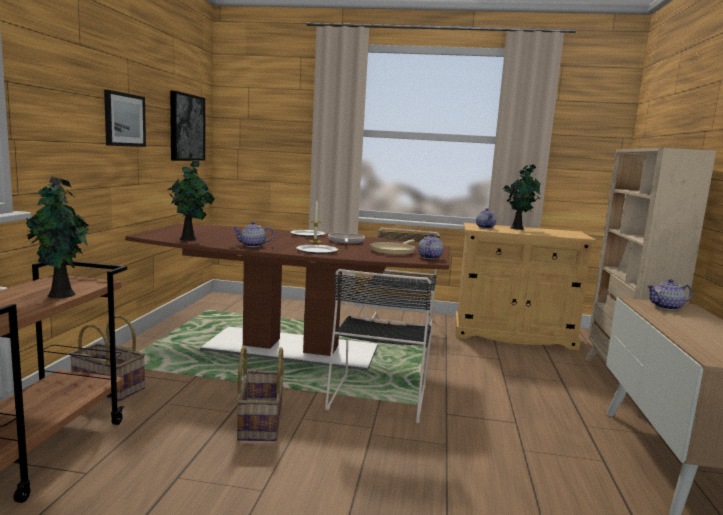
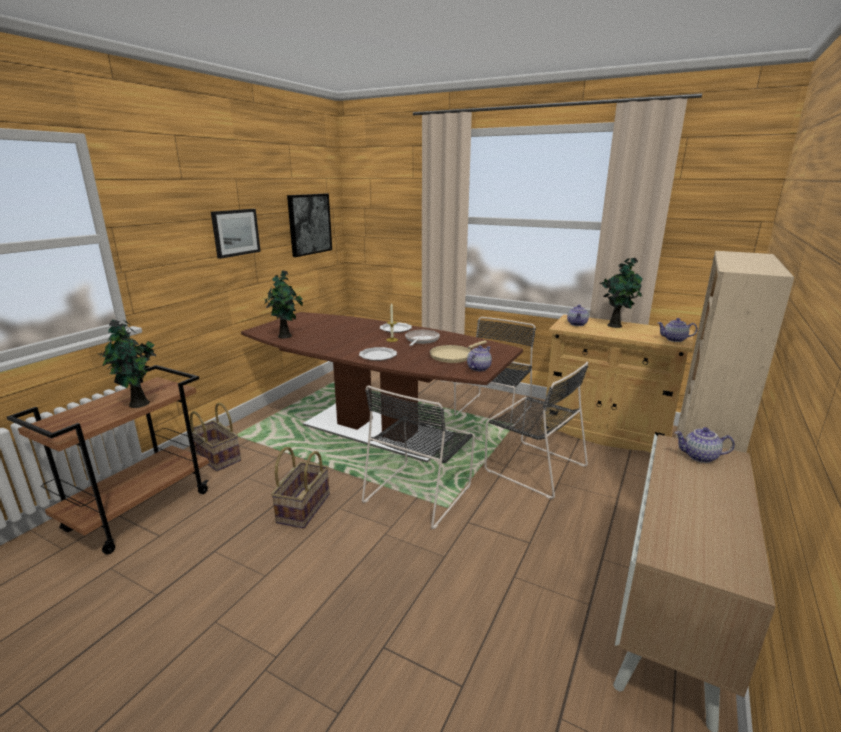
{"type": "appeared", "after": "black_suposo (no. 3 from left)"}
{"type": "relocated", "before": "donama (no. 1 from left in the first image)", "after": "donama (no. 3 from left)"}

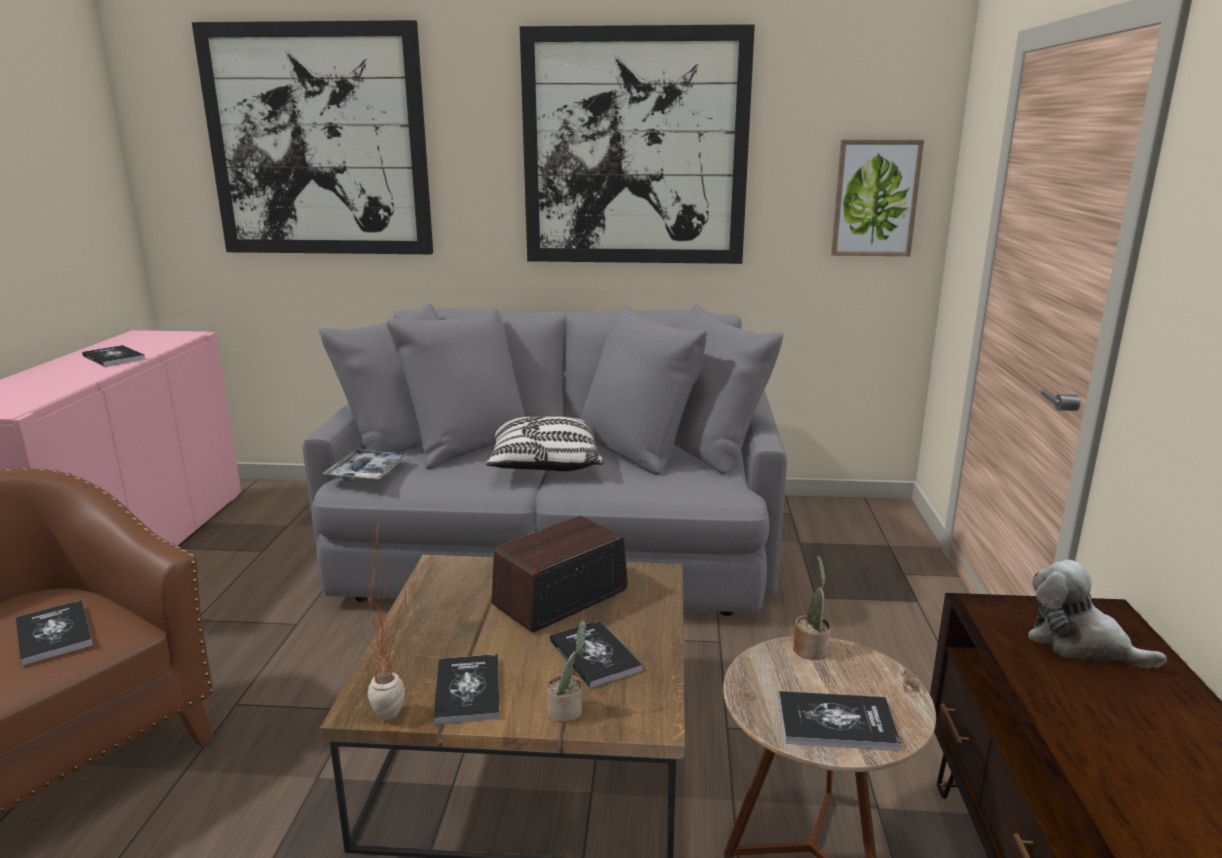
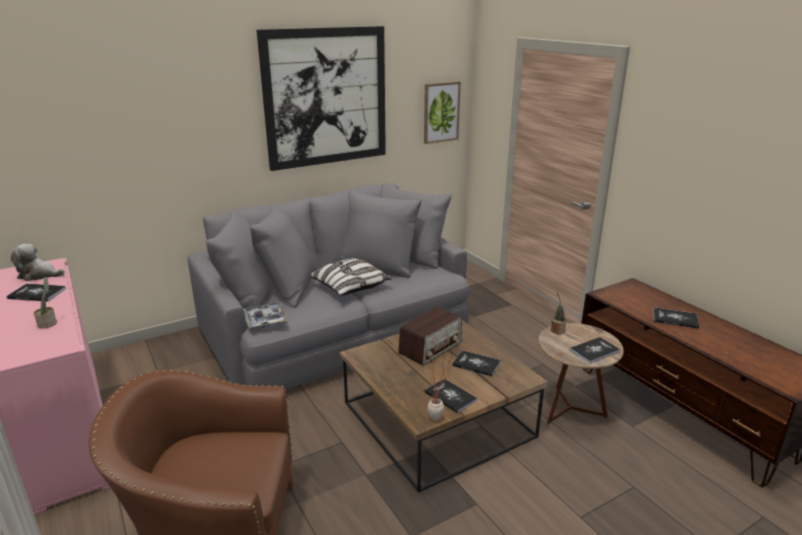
{"type": "relocated", "before": "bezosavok"}
{"type": "relocated", "before": "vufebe (no. 2 from left in the first image)", "after": "vufebe (no. 1 from left)"}
{"type": "spun", "before": "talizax", "turn": -150}
{"type": "relocated", "before": "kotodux (no. 1 from left in the first image)", "after": "kotodux (no. 5 from left)"}
{"type": "missing", "before": "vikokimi (no. 1 from left)"}

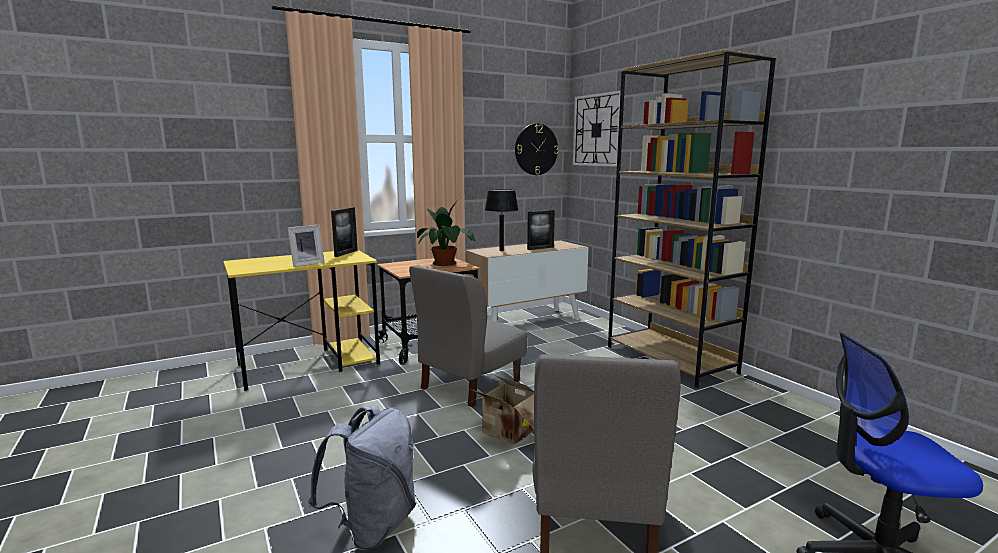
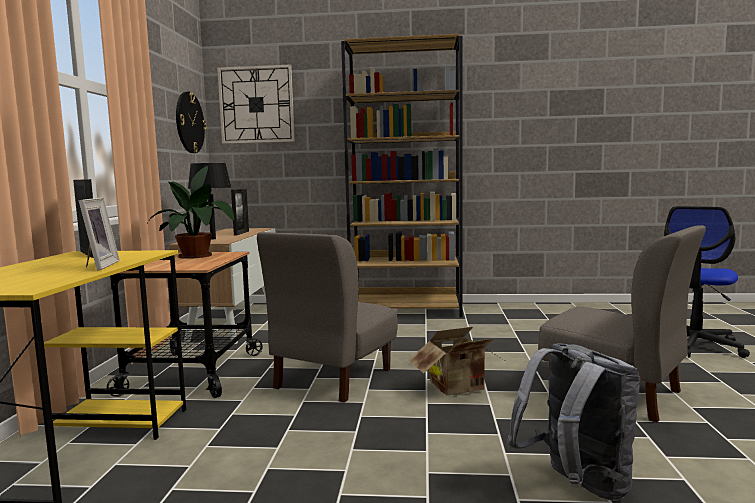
{"type": "spun", "before": "grey_suposo (no. 1 from left)", "turn": 45}

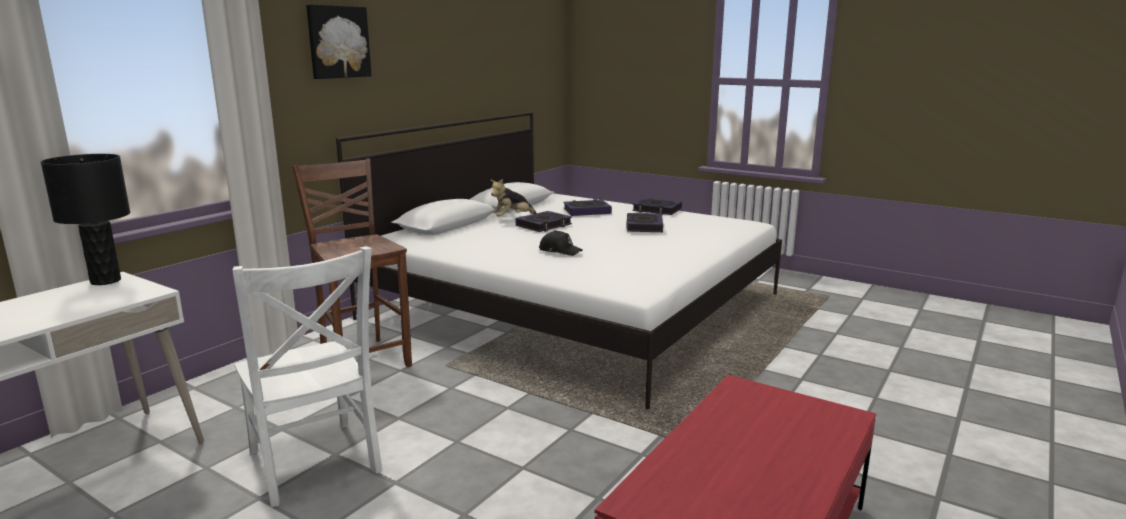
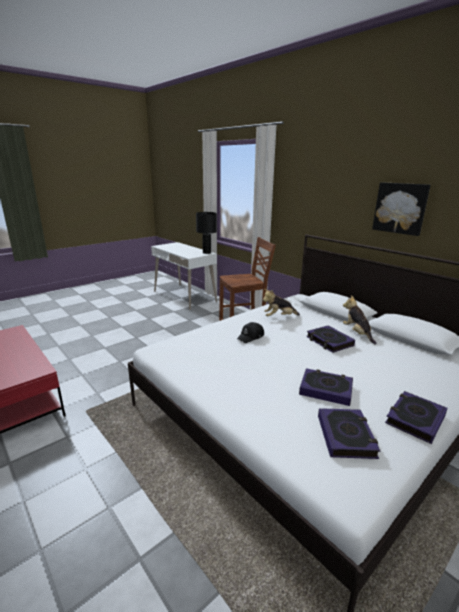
{"type": "appeared", "after": "bezosavok (no. 1 from left)"}
{"type": "relocated", "before": "kotodux (no. 2 from left in the first image)", "after": "kotodux (no. 3 from left)"}
{"type": "relocated", "before": "vikokimi"}
{"type": "missing", "before": "white_suposo"}

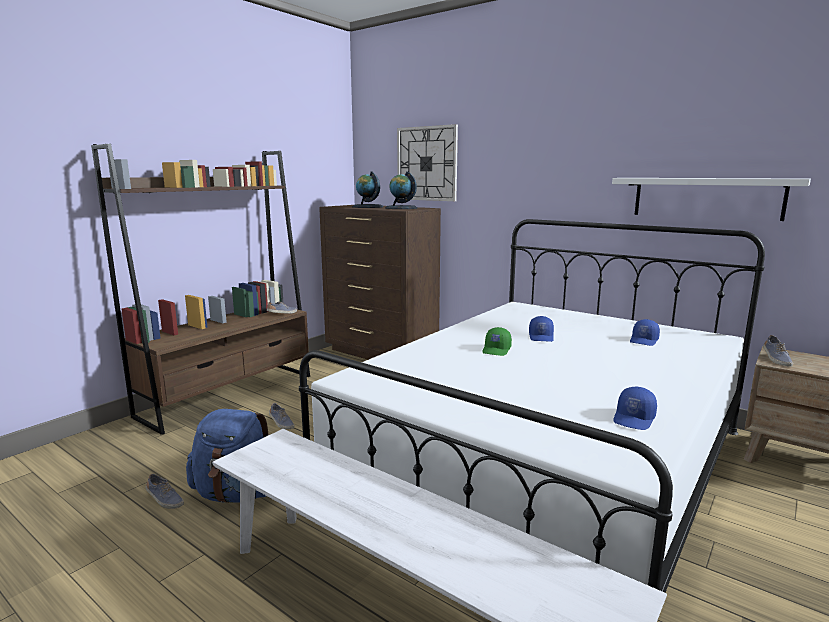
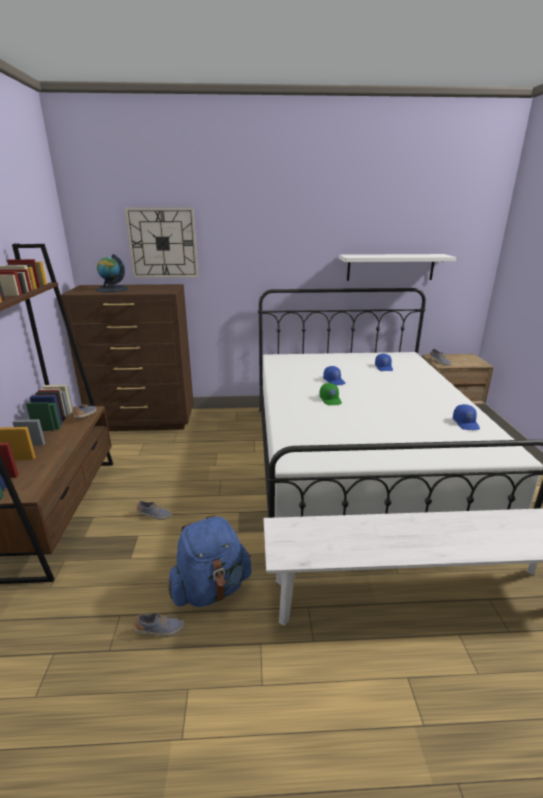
{"type": "missing", "before": "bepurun (no. 2 from left)"}

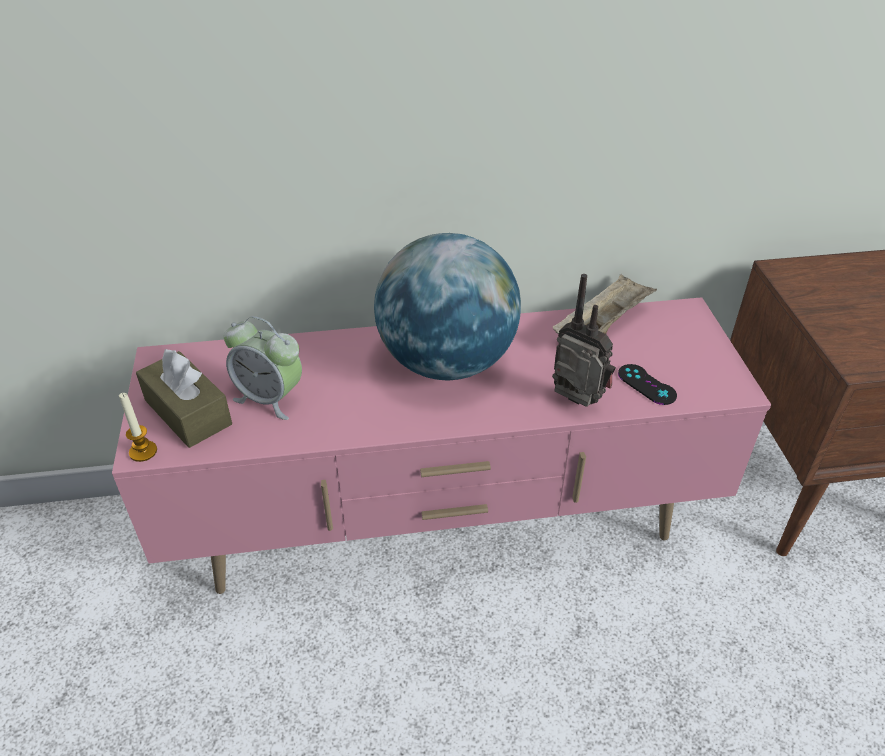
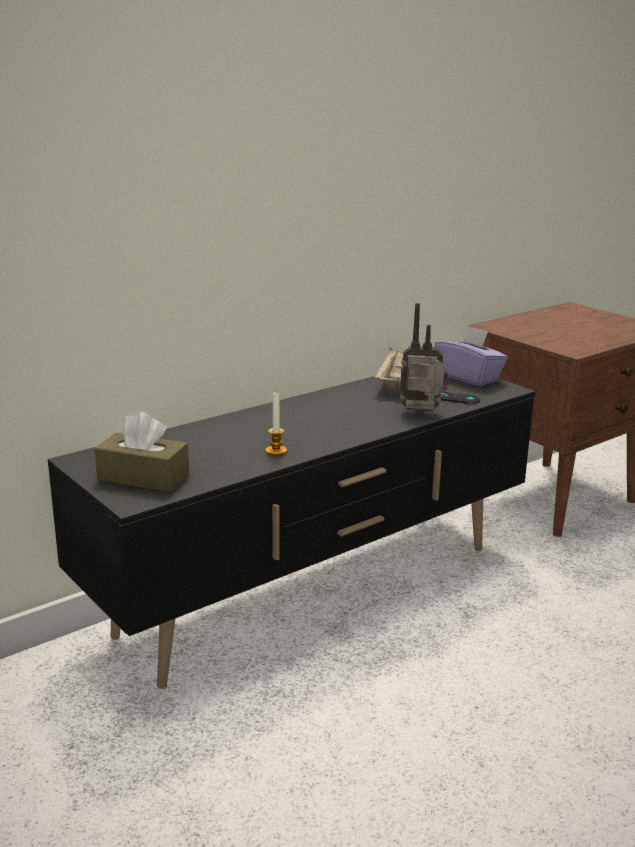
{"type": "colour", "before": "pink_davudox", "after": "black_davudox"}
{"type": "relocated", "before": "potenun"}
{"type": "appeared", "after": "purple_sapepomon"}
{"type": "missing", "before": "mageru"}
{"type": "missing", "before": "bepurun"}

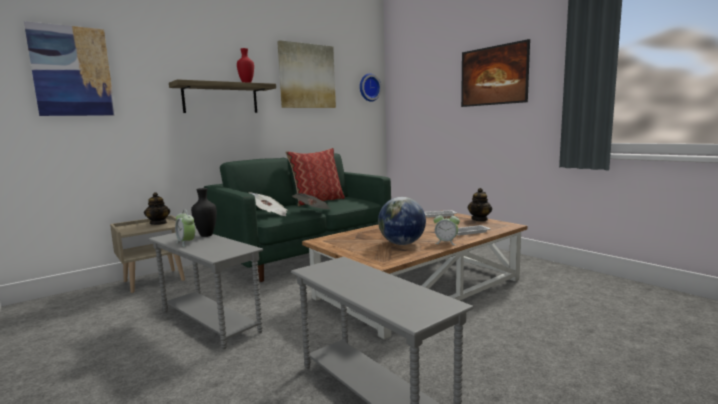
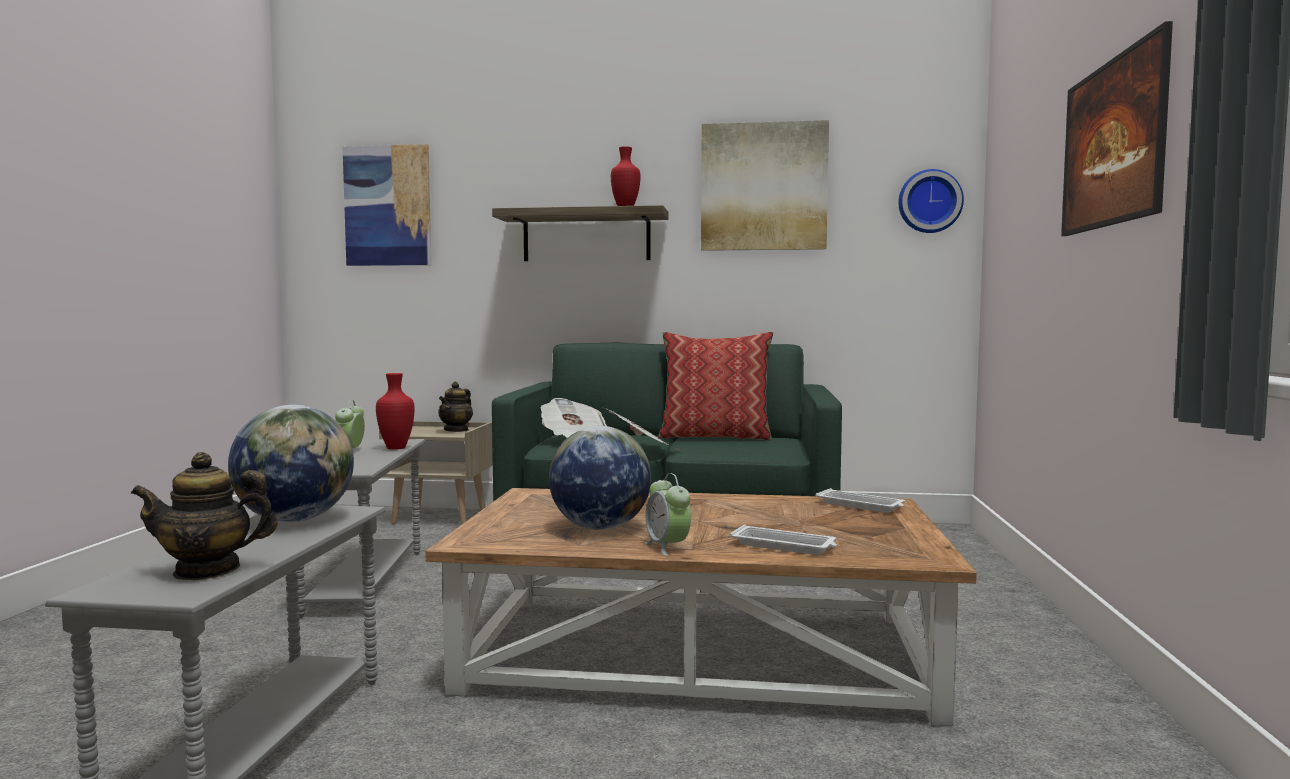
{"type": "relocated", "before": "donama (no. 2 from left in the first image)", "after": "donama (no. 1 from left)"}
{"type": "appeared", "after": "bepurun (no. 1 from left)"}
{"type": "colour", "before": "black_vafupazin", "after": "red_vafupazin (no. 1 from left)"}

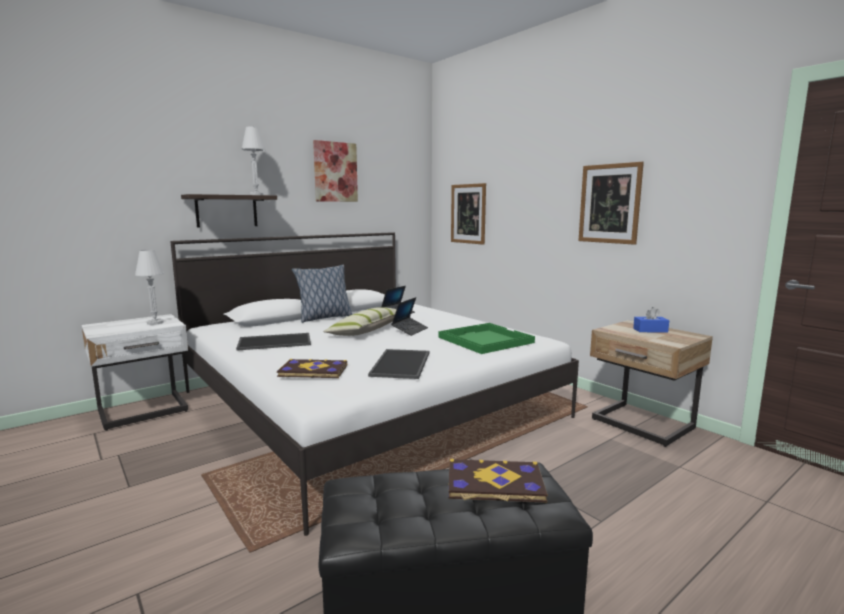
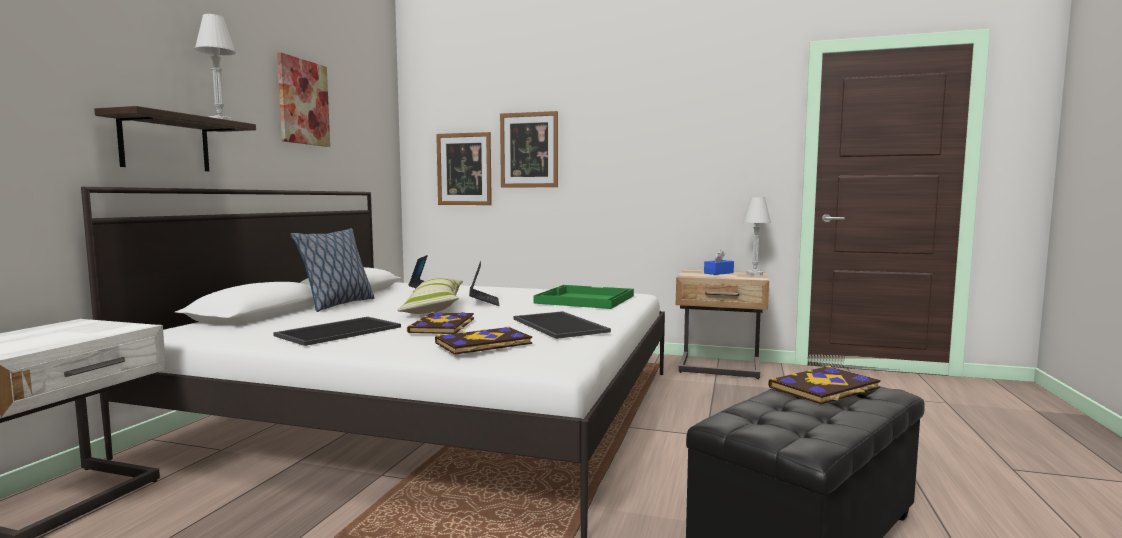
{"type": "appeared", "after": "kotodux (no. 1 from left)"}
{"type": "relocated", "before": "vikokimi (no. 3 from left)"}
{"type": "relocated", "before": "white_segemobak (no. 1 from left in the first image)", "after": "white_segemobak (no. 2 from left)"}

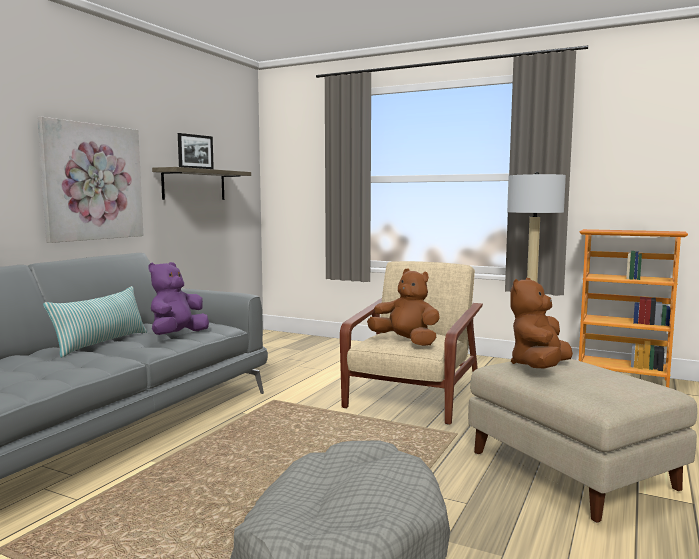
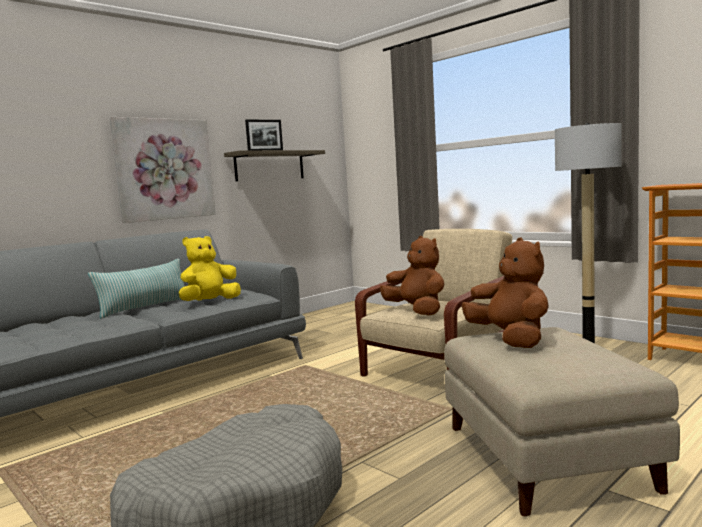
{"type": "colour", "before": "purple_bezosavok", "after": "yellow_bezosavok"}
{"type": "spun", "before": "brown_bezosavok (no. 2 from left)", "turn": 105}

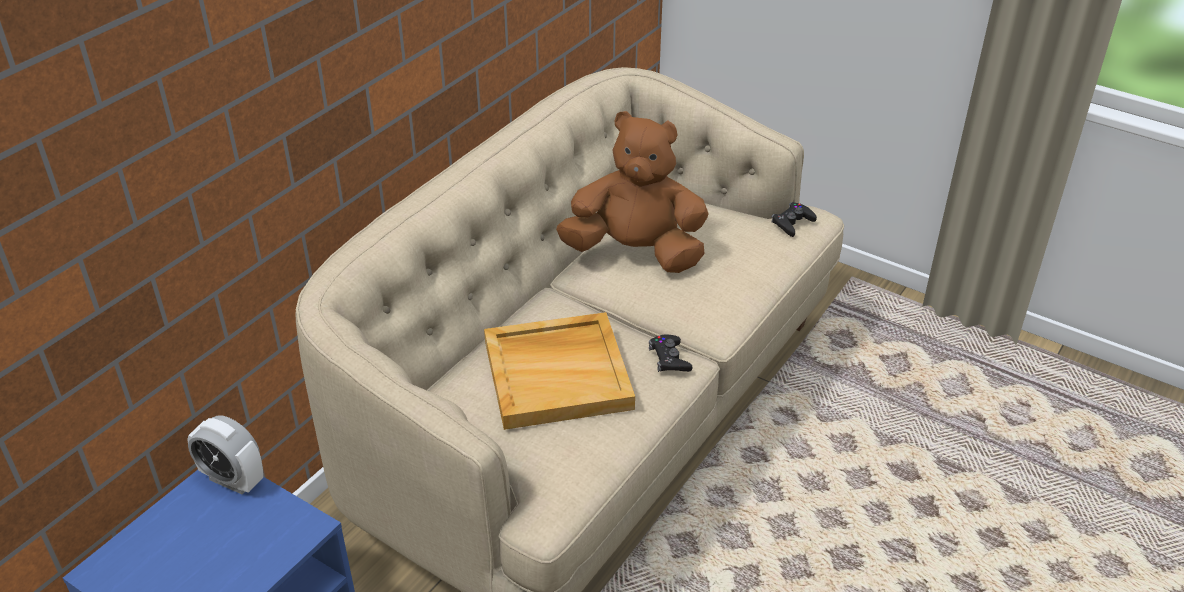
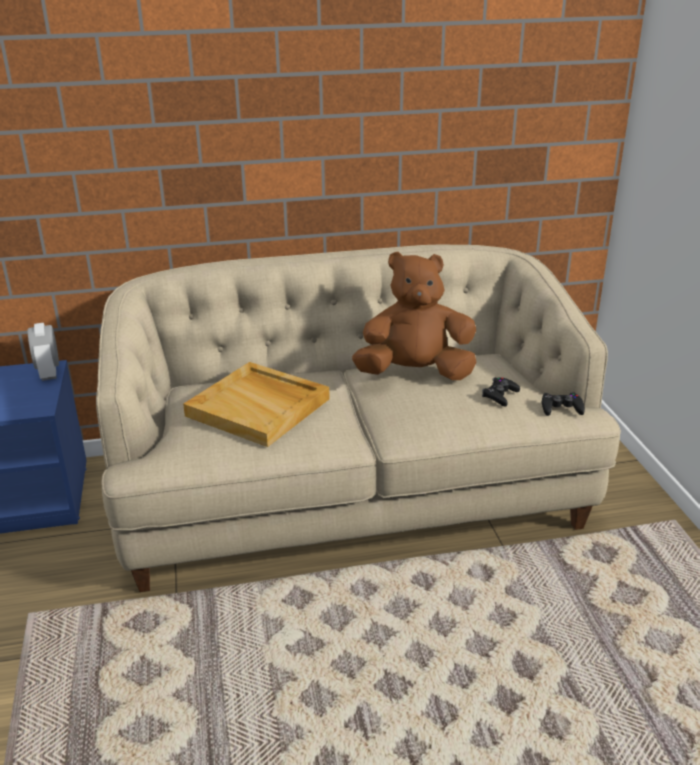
{"type": "spun", "before": "brown_bezosavok", "turn": -60}
{"type": "relocated", "before": "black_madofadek (no. 1 from left)"}

